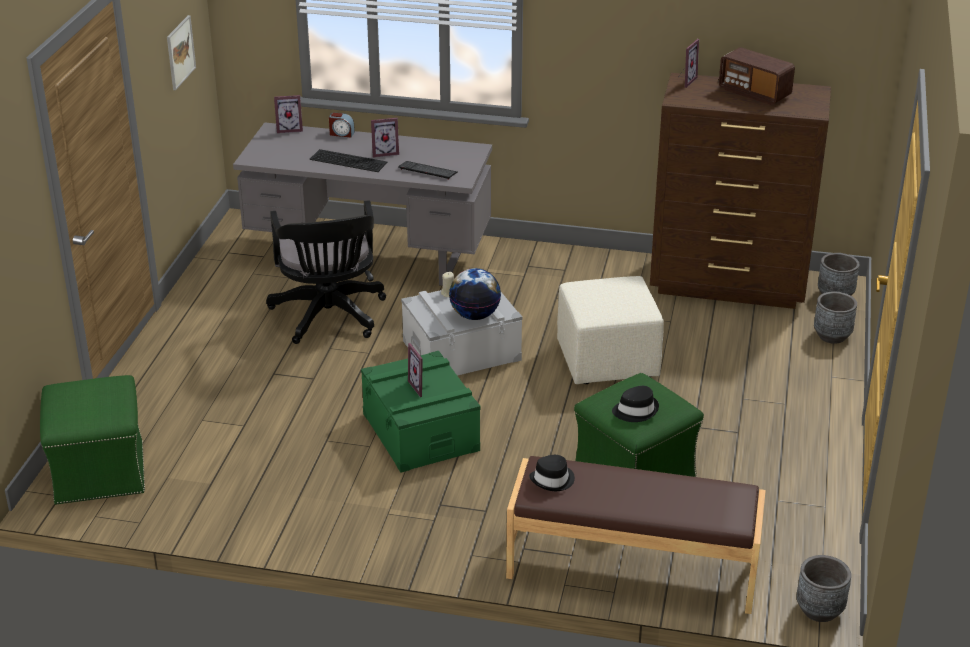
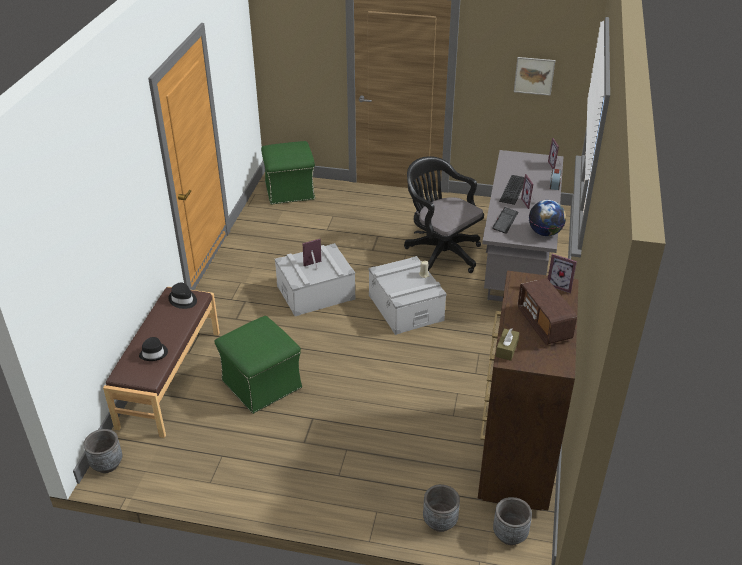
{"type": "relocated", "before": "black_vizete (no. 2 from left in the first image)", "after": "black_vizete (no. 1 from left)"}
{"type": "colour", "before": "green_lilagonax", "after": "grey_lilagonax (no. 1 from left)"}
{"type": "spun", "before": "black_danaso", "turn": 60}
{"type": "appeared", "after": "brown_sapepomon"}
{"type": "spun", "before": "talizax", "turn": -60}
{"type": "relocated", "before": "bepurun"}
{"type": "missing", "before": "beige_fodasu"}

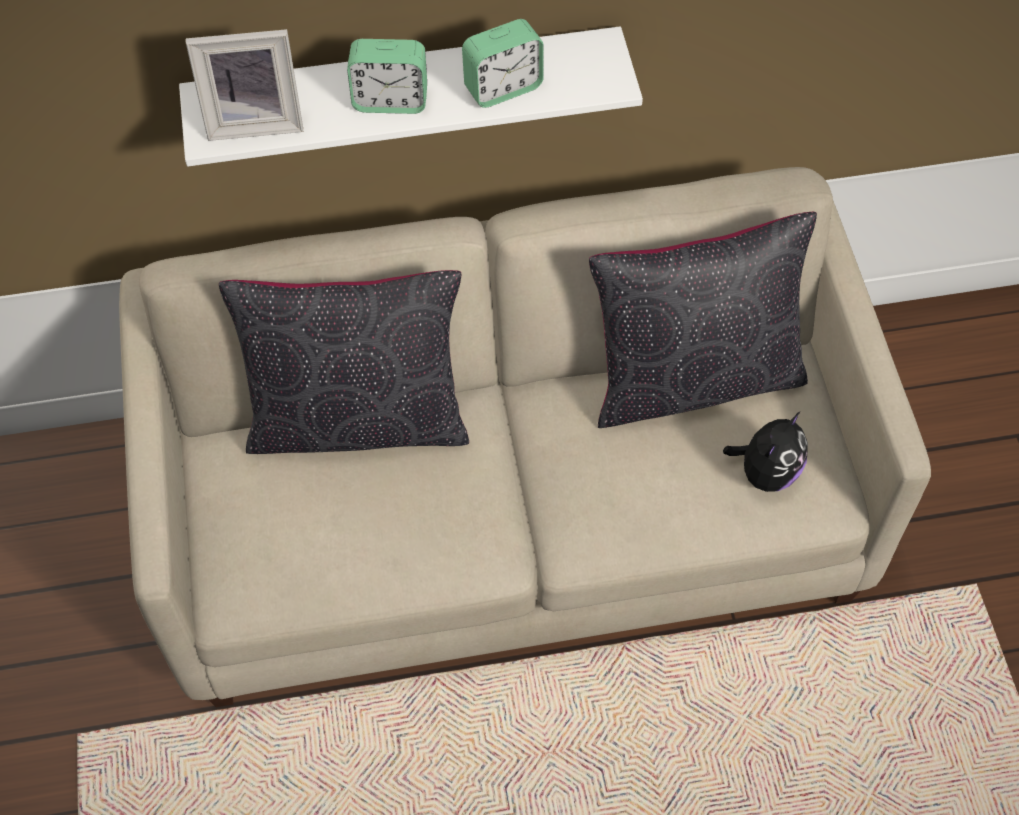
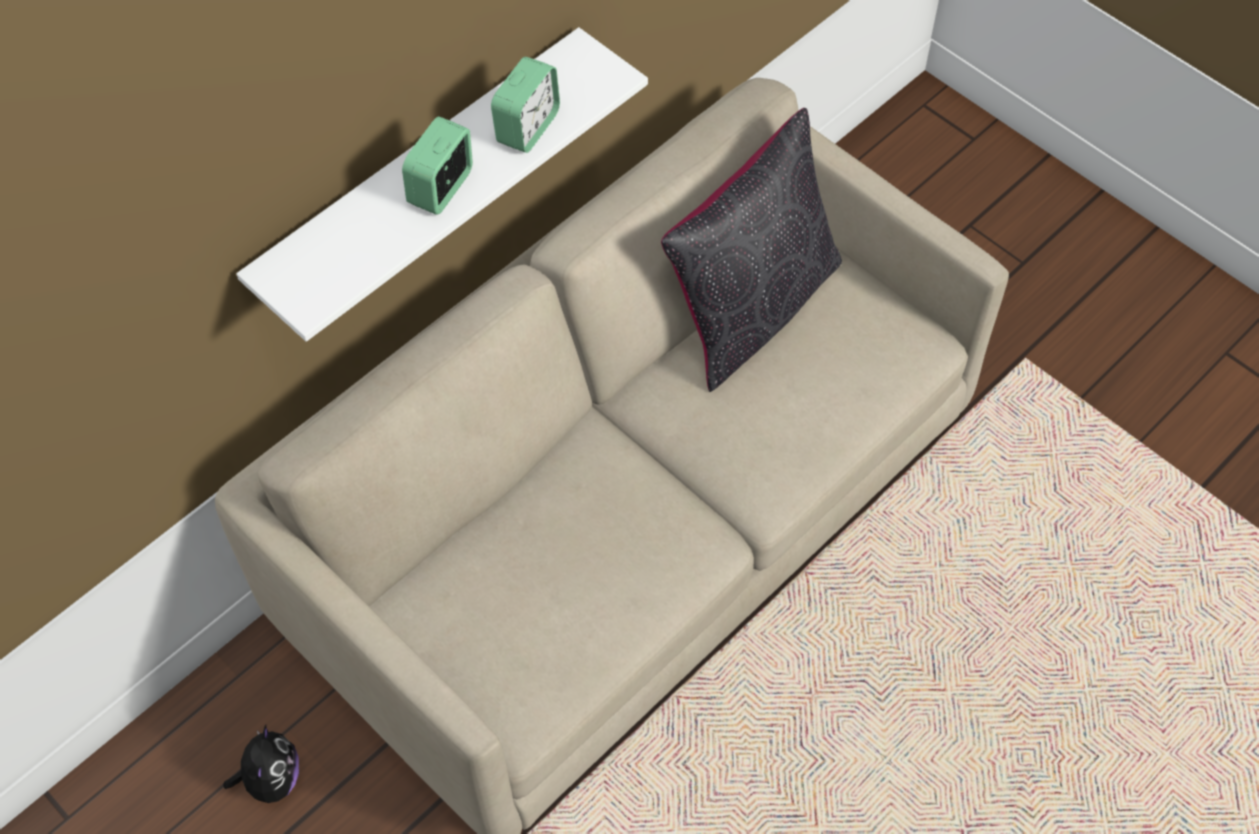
{"type": "relocated", "before": "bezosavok"}
{"type": "spun", "before": "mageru (no. 1 from left)", "turn": 150}
{"type": "missing", "before": "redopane"}
{"type": "missing", "before": "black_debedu (no. 1 from left)"}

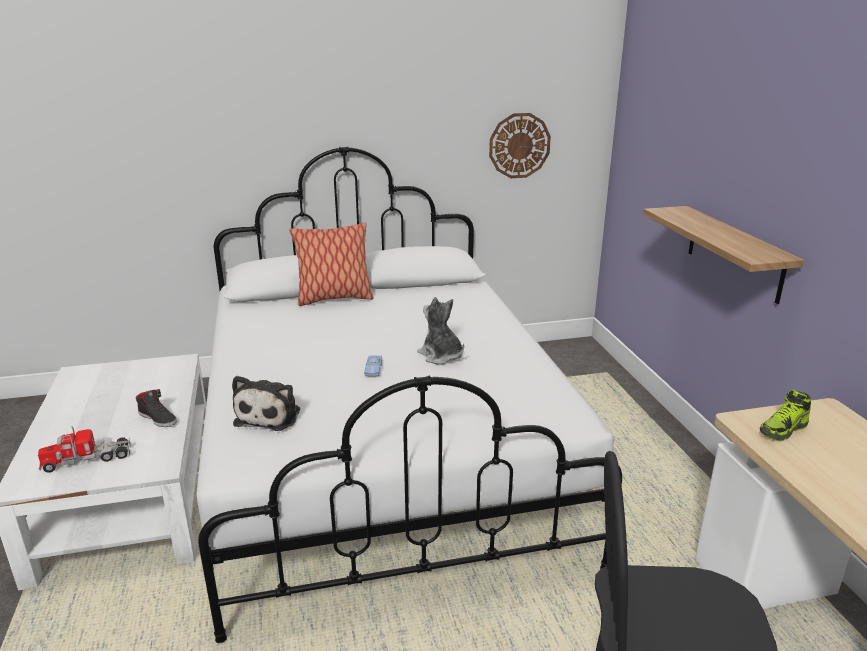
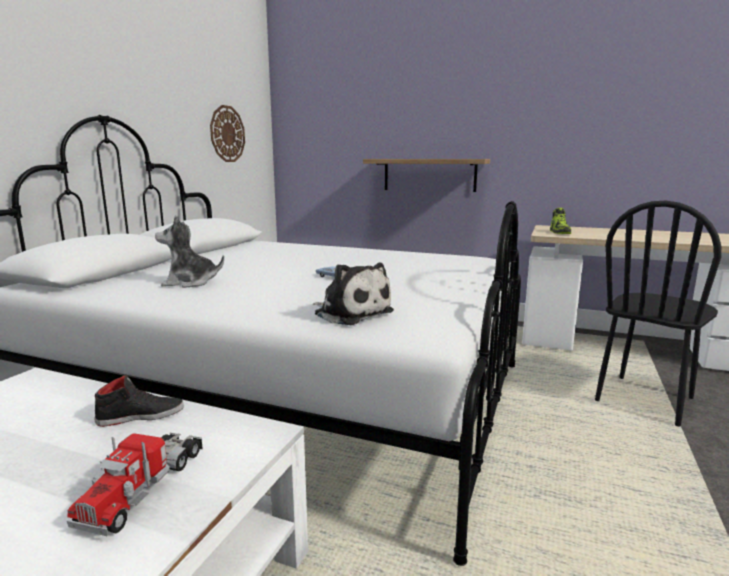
{"type": "relocated", "before": "bezosavok (no. 2 from left in the first image)", "after": "bezosavok (no. 1 from left)"}
{"type": "missing", "before": "debedu"}

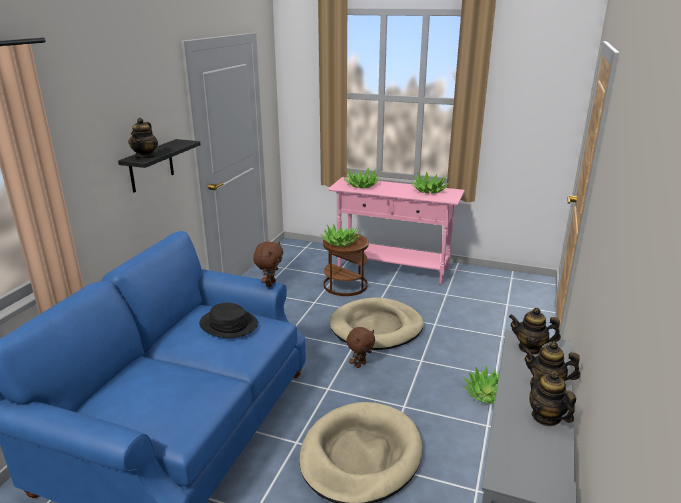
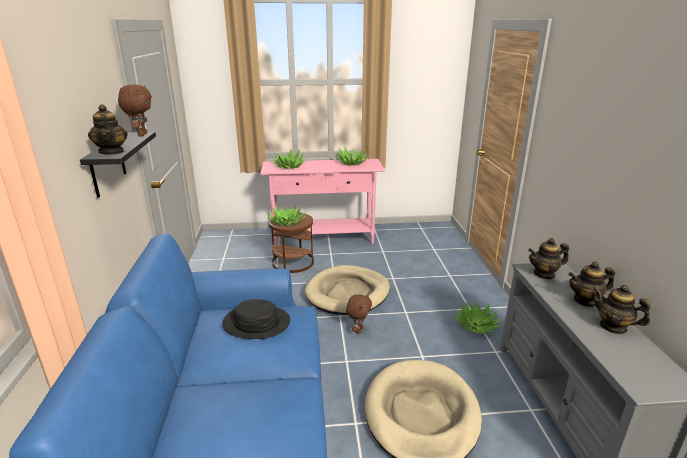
{"type": "relocated", "before": "brown_bezosavok (no. 1 from left)"}

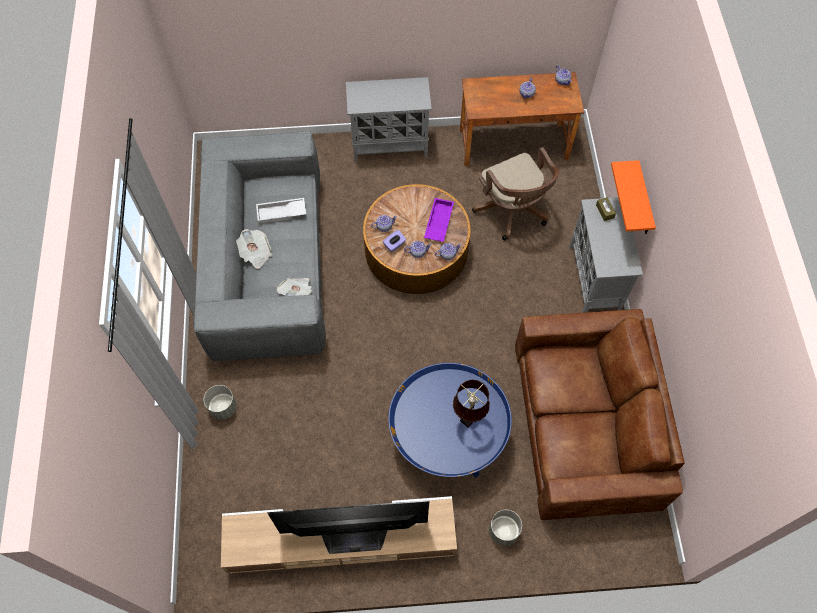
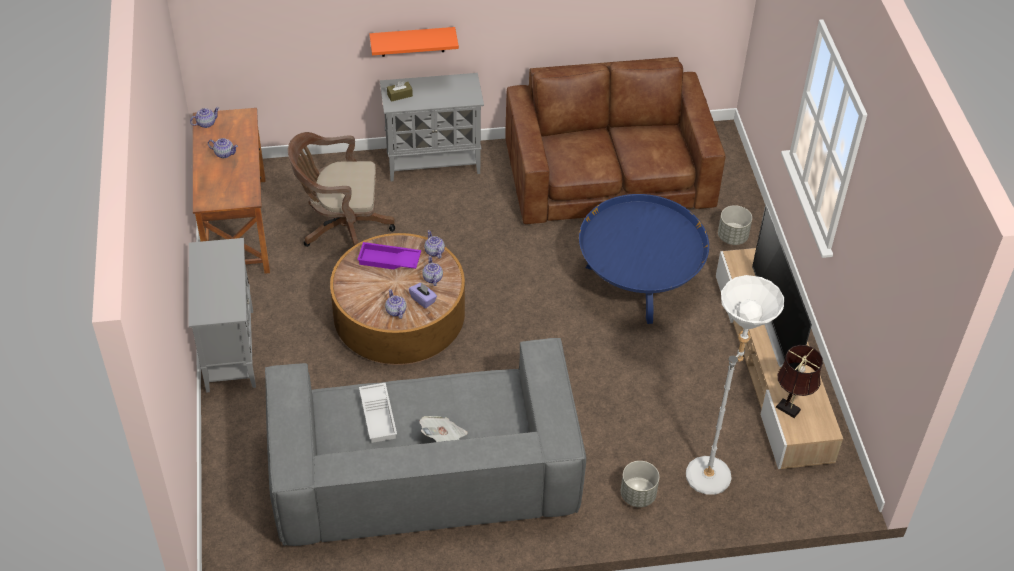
{"type": "spun", "before": "brown_danaso", "turn": -150}
{"type": "appeared", "after": "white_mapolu"}
{"type": "relocated", "before": "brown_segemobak"}
{"type": "missing", "before": "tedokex (no. 2 from left)"}

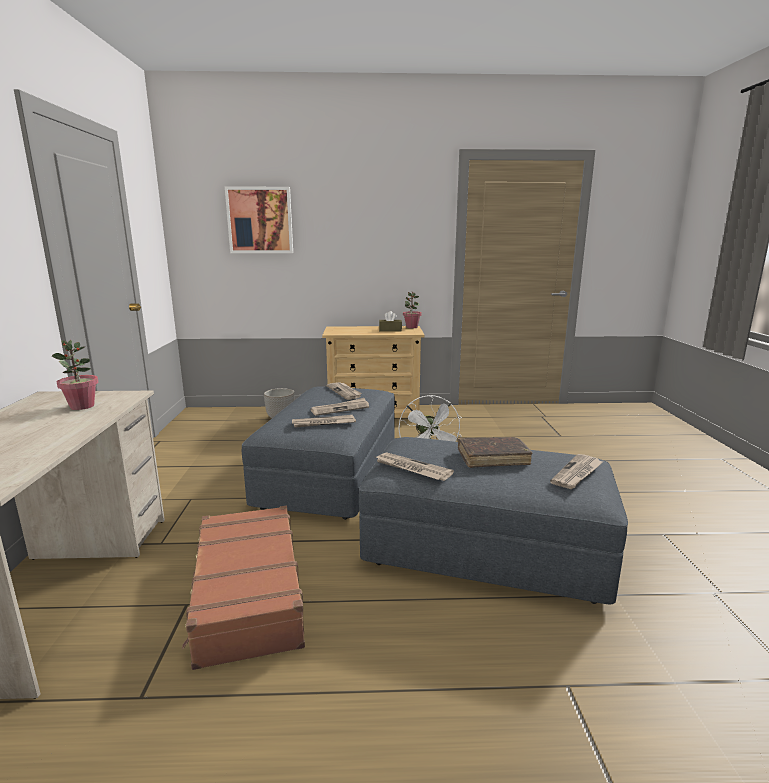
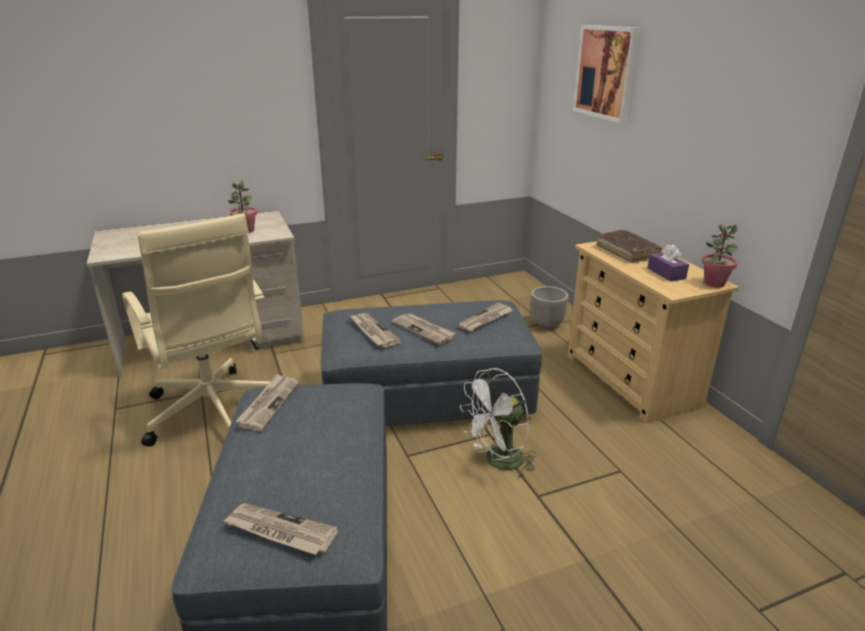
{"type": "exchanged", "before": "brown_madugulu", "after": "beige_danaso"}
{"type": "relocated", "before": "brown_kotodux"}
{"type": "colour", "before": "brown_sapepomon", "after": "purple_sapepomon"}

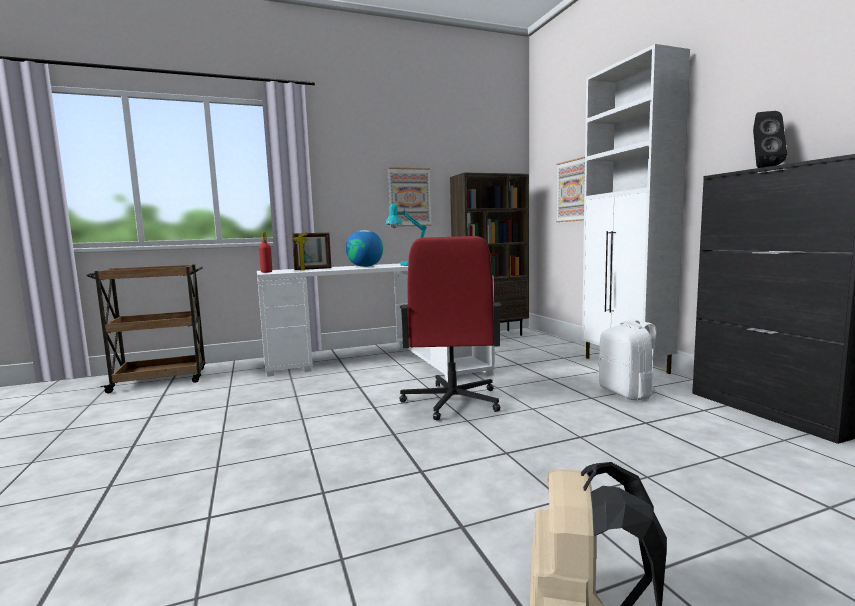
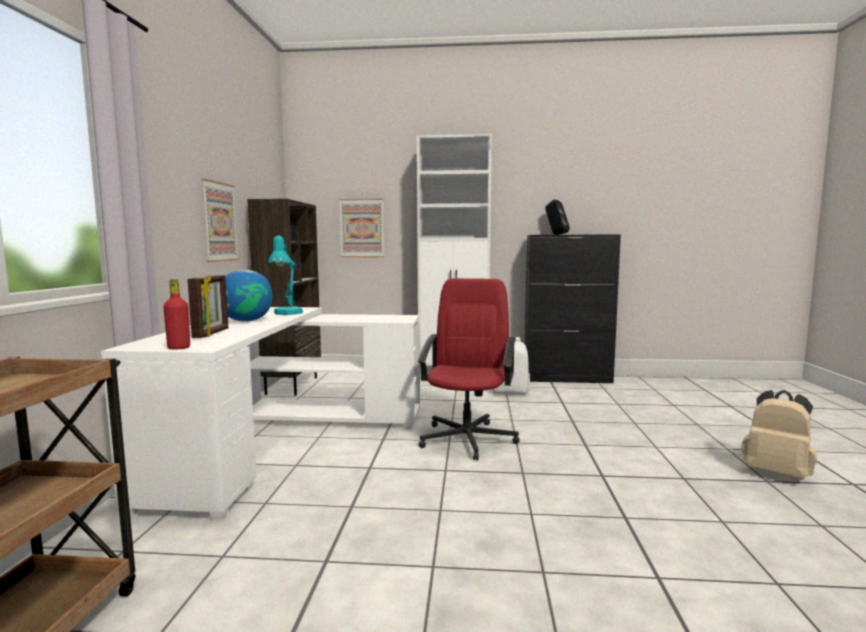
{"type": "spun", "before": "red_danaso", "turn": -105}

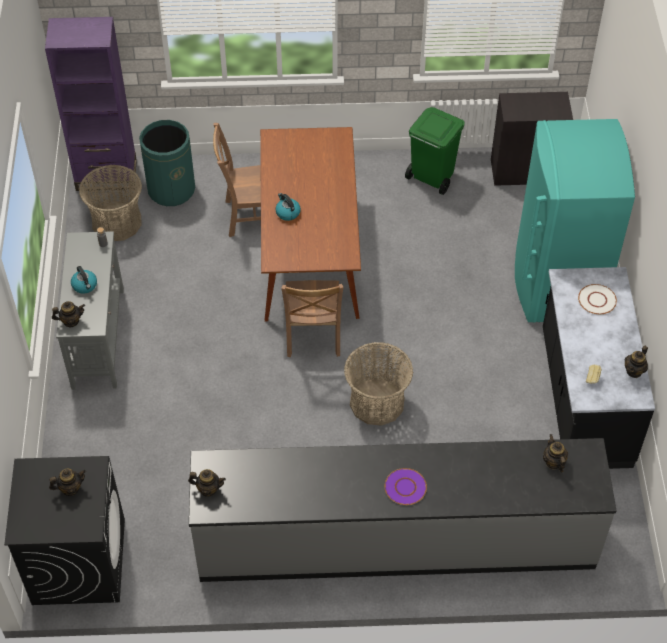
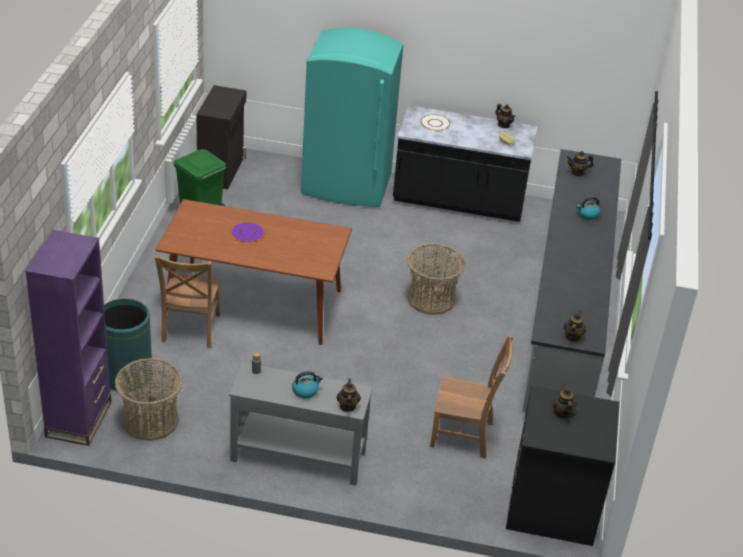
{"type": "relocated", "before": "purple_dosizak"}
{"type": "relocated", "before": "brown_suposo (no. 2 from left)"}
{"type": "relocated", "before": "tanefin (no. 2 from left)"}

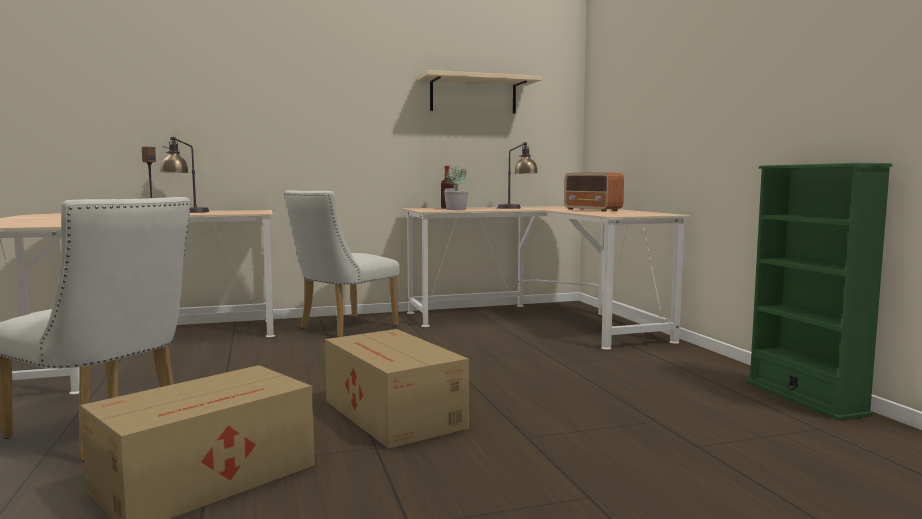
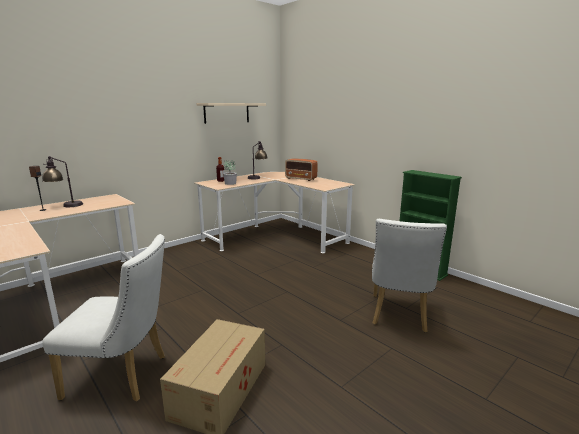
{"type": "relocated", "before": "white_suposo (no. 2 from left)"}
{"type": "missing", "before": "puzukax (no. 2 from left)"}

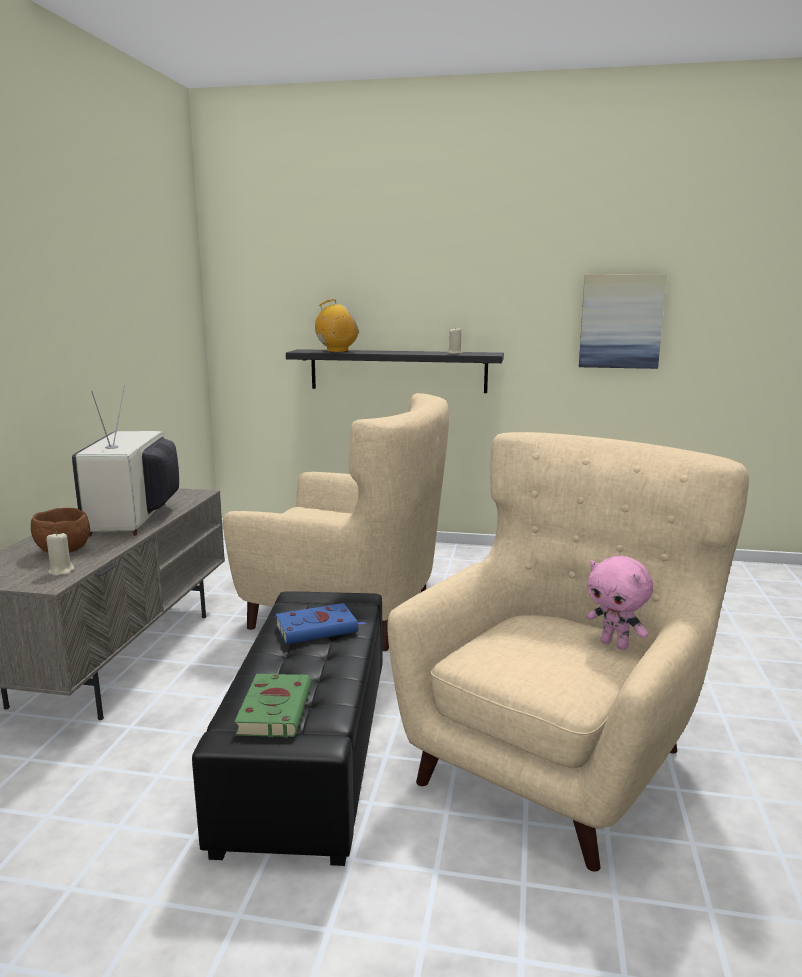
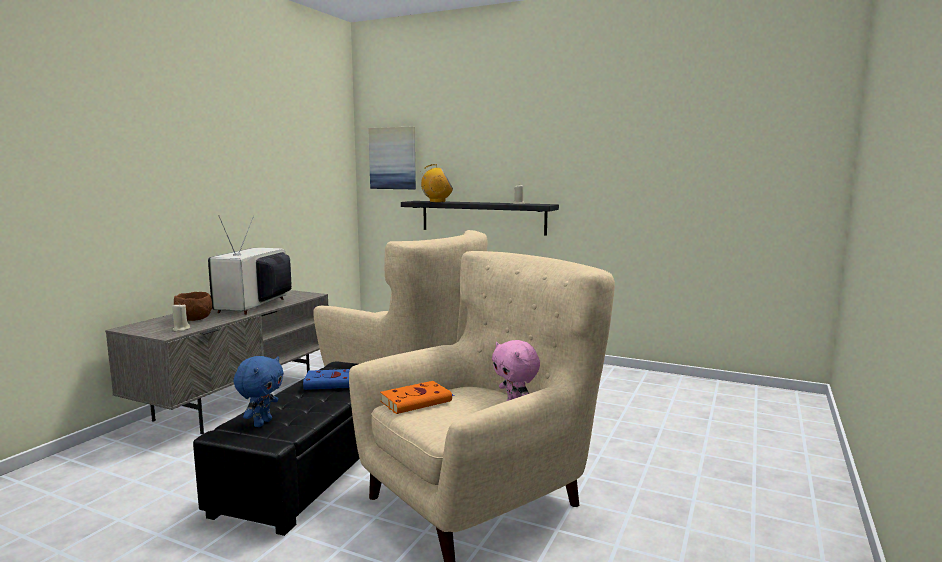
{"type": "exchanged", "before": "green_kotodux", "after": "blue_bezosavok"}
{"type": "relocated", "before": "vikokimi"}
{"type": "appeared", "after": "orange_kotodux"}

